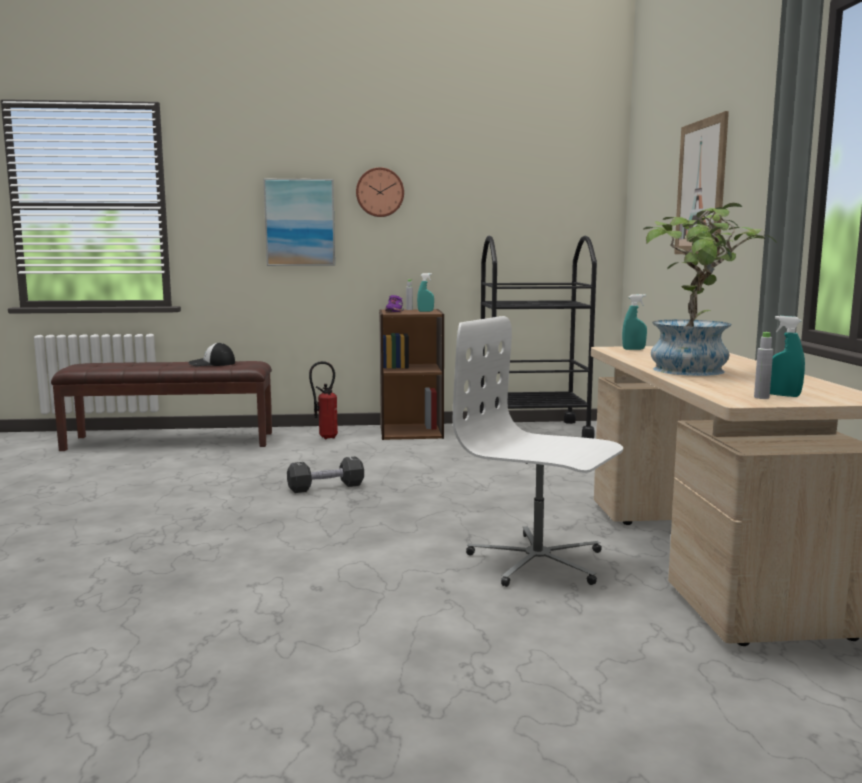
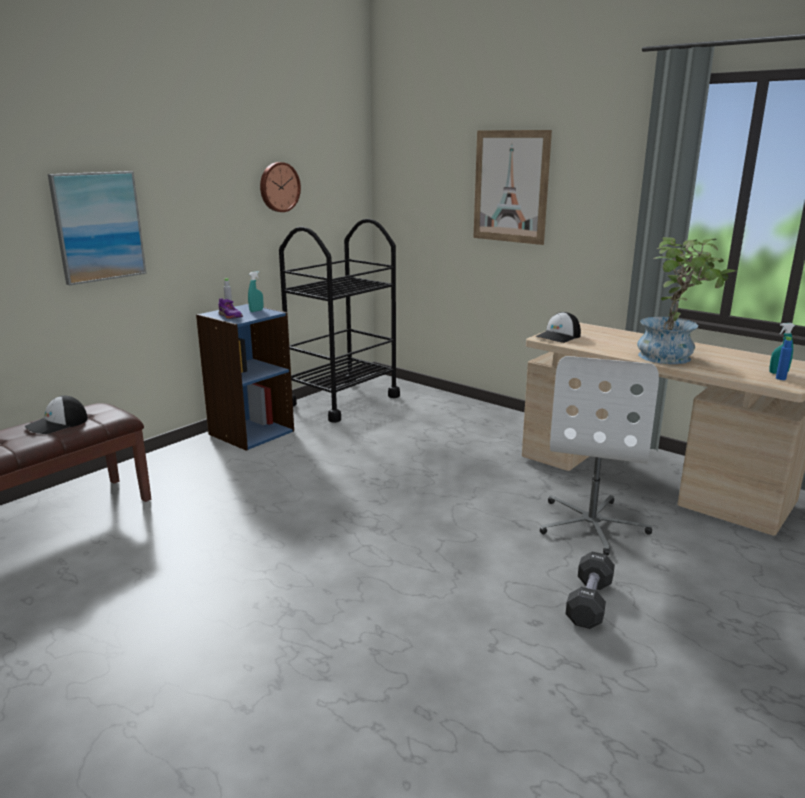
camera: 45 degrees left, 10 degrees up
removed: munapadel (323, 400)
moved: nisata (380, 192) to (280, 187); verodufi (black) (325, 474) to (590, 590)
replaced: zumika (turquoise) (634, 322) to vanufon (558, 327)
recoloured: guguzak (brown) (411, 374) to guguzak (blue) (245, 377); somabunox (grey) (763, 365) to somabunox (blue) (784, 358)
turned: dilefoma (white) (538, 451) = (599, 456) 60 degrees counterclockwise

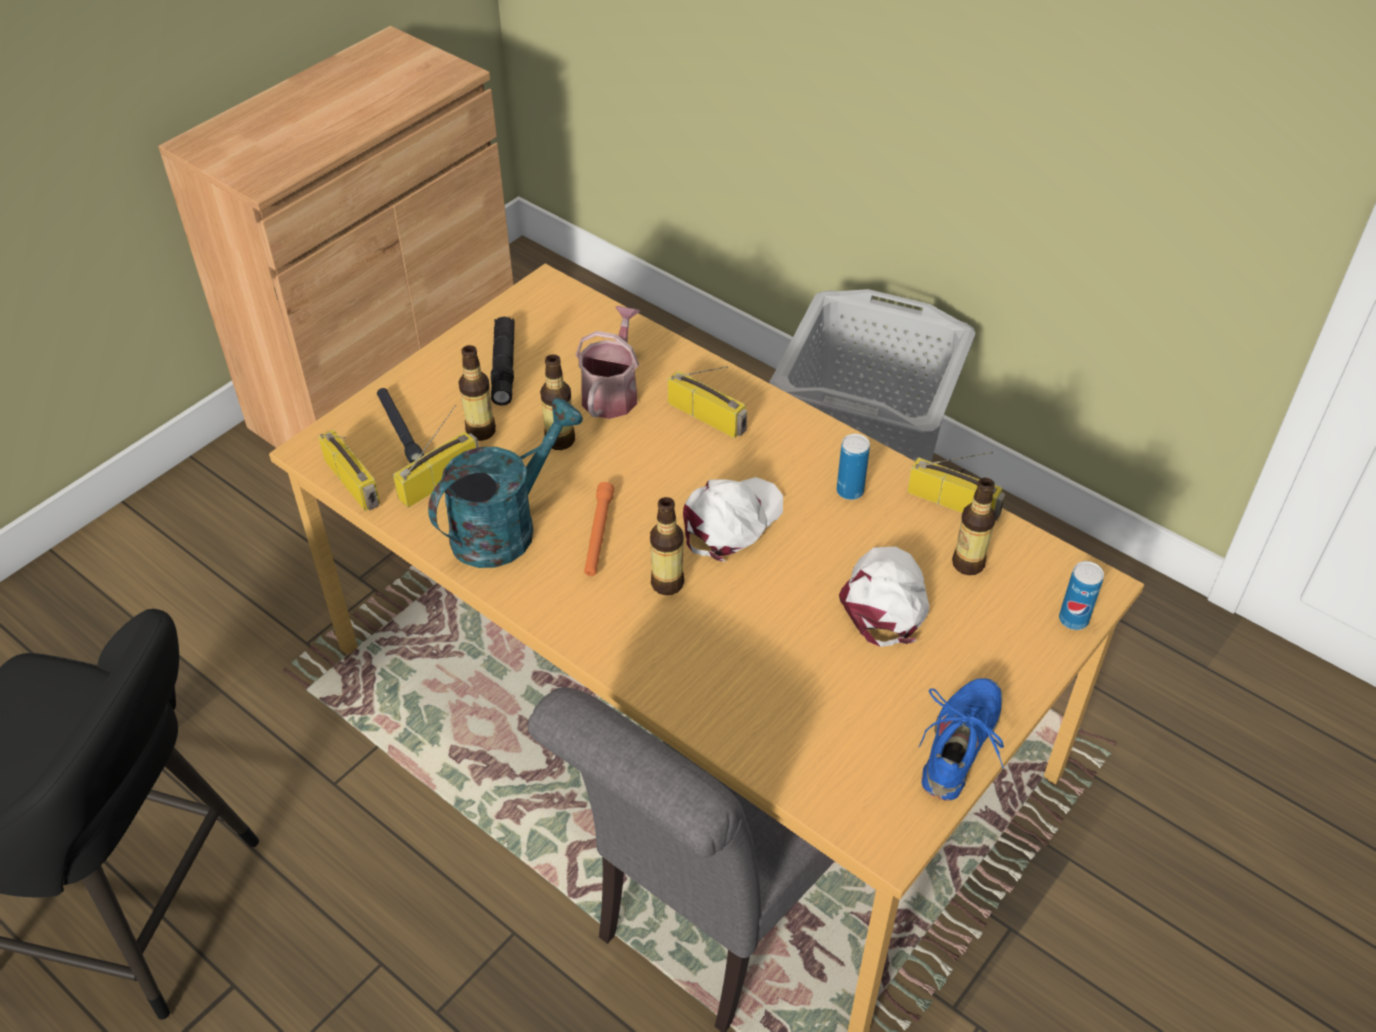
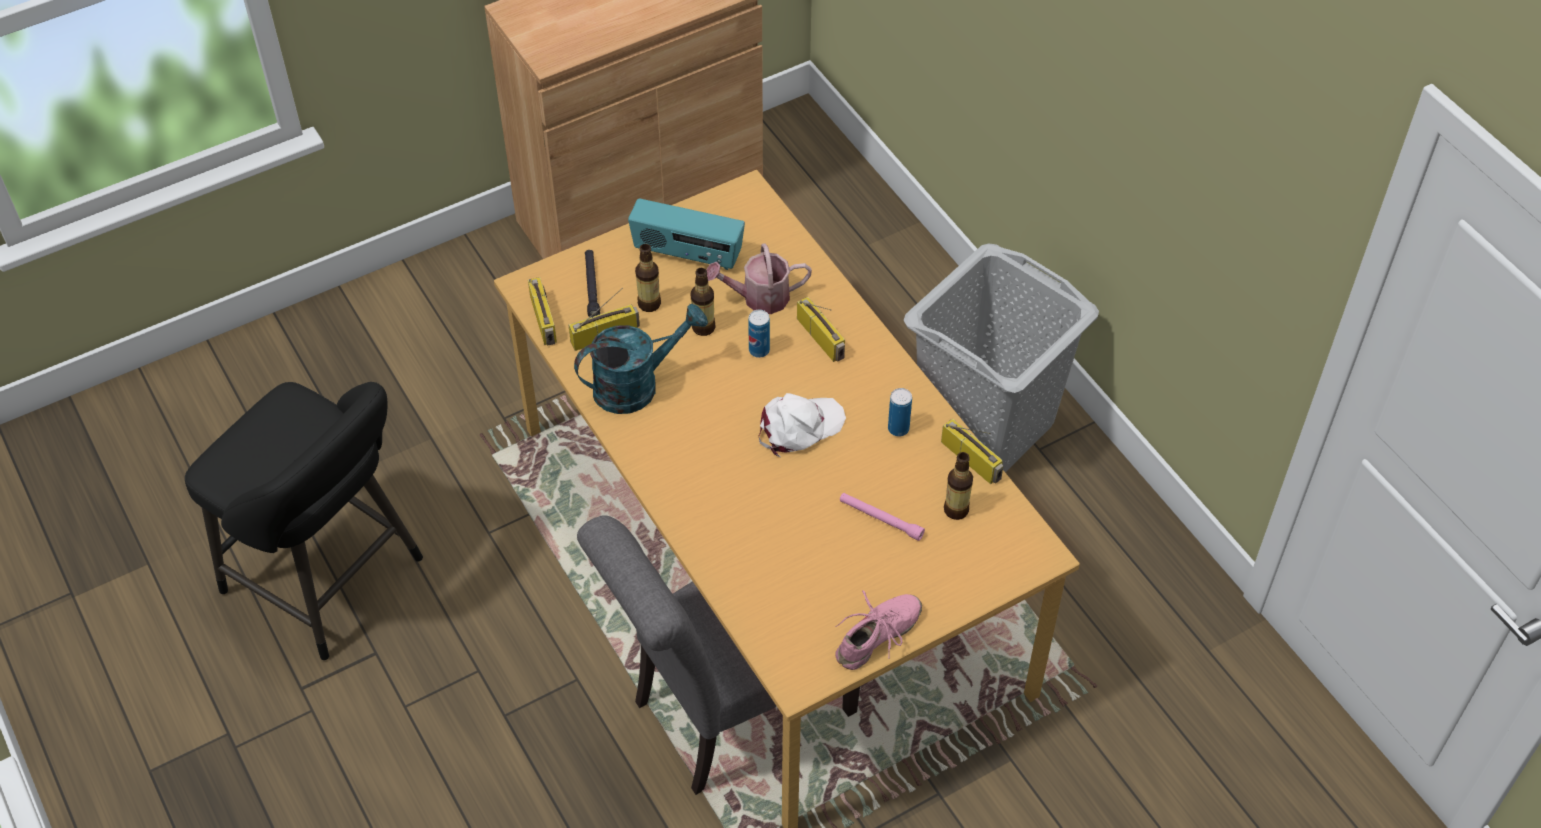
camera: 20 degrees right, 5 degrees up
removed: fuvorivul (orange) (599, 529); somabunox (667, 546)
moved: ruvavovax (1081, 595) to (759, 334)
replaced: fuvorivul (black) (503, 361) to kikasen (686, 234); vanufon (white) (884, 597) to fuvorivul (pink) (882, 517)
recoloured: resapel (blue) (961, 739) to resapel (pink) (878, 630)
turned: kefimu (608, 362) = (759, 278) 135 degrees counterclockwise

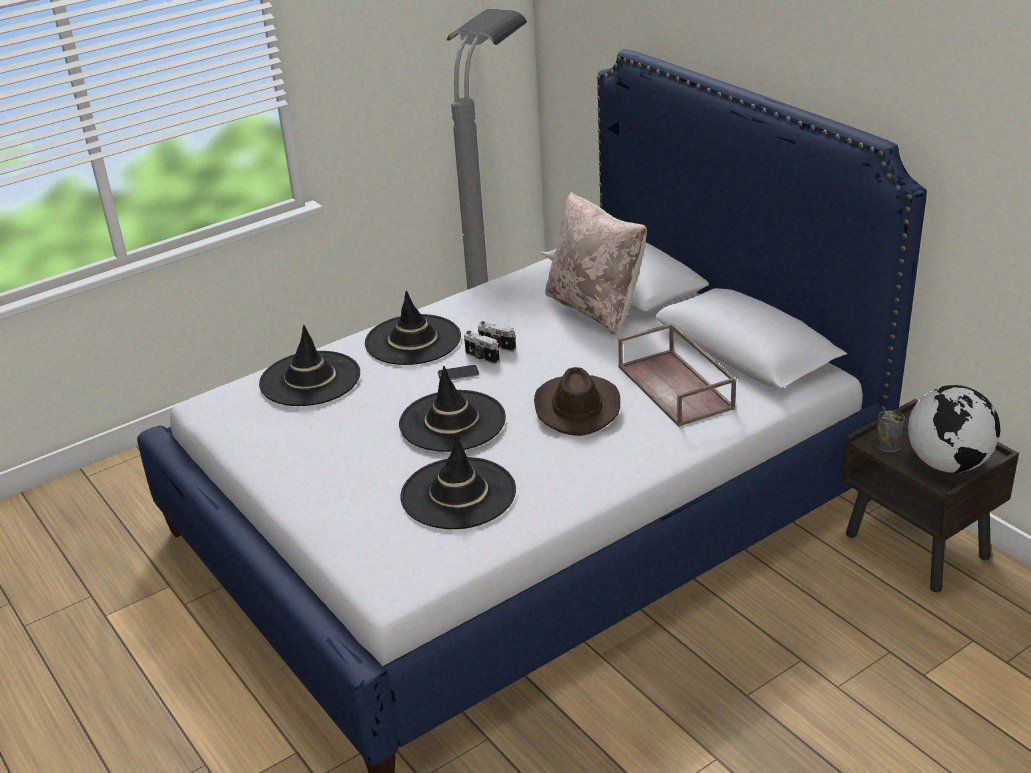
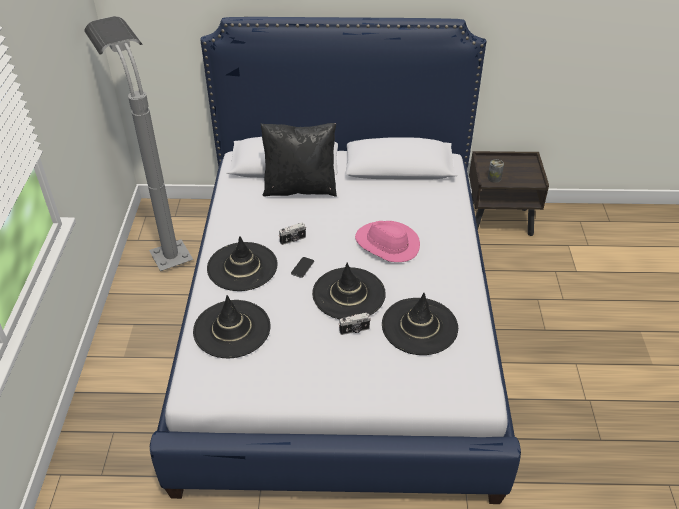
camera: 55 degrees left, 10 degrees up
removed: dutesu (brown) (677, 375); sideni (954, 429)
moved: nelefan (482, 347) to (355, 324)
recoloured: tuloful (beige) (596, 264) to tuloful (black) (299, 160); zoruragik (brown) (577, 401) to zoruragik (pink) (387, 241)

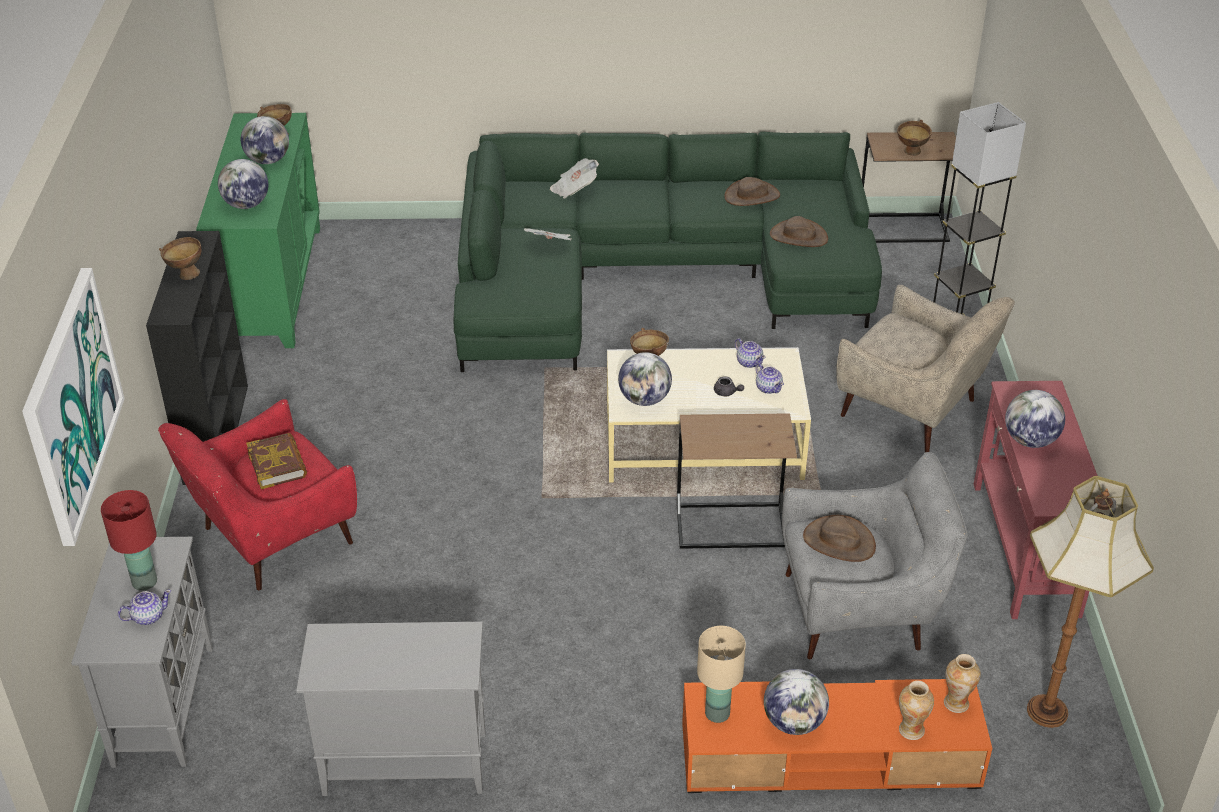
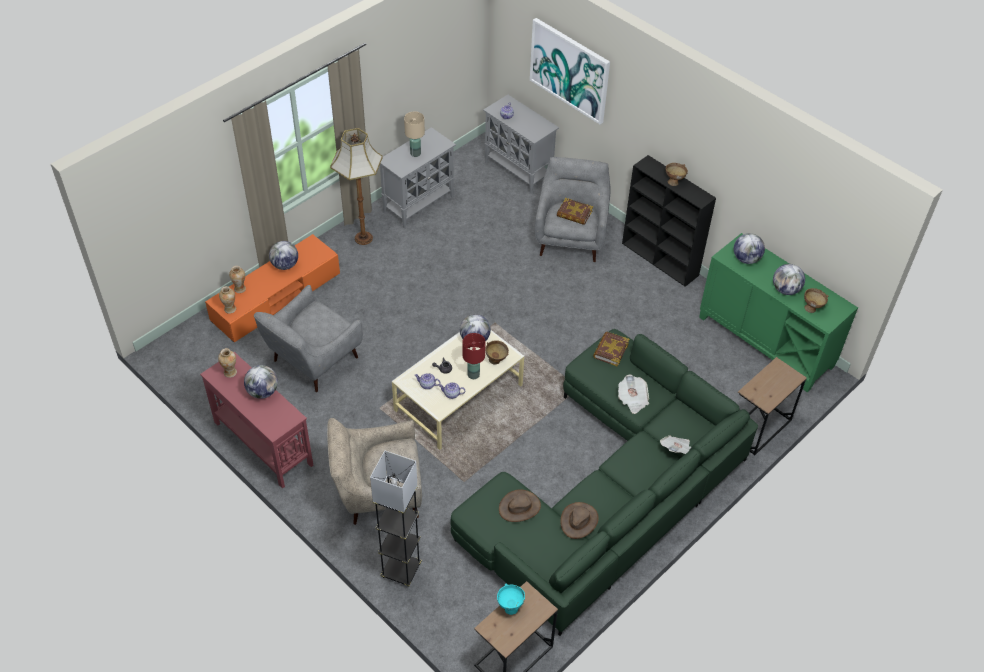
camera: 135 degrees right, 10 degrees up
removed: zoruragik (brown) (839, 538)
added: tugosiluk (611, 349); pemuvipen (227, 363)
moved: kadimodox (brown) (737, 481) to (772, 406); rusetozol (1090, 602) to (356, 186); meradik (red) (129, 540) to (474, 356); meradik (beige) (721, 674) to (414, 134)
recoloured: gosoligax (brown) (914, 138) to gosoligax (turquoise) (511, 599); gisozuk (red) (257, 494) to gisozuk (grey) (573, 209)

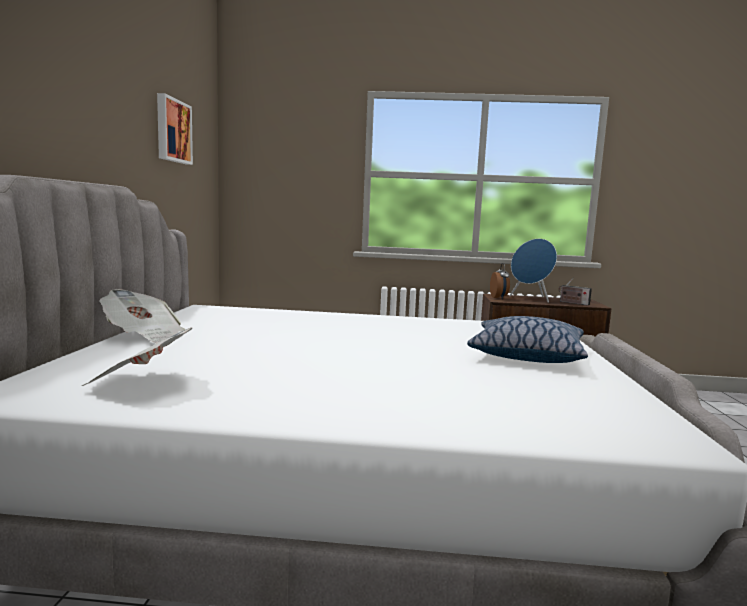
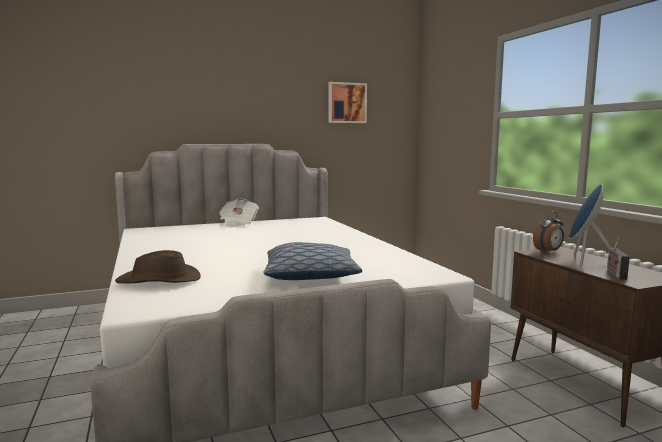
camera: 65 degrees right, 0 degrees up
removed: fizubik (137, 356)
added: zoruragik (brown) (158, 267)

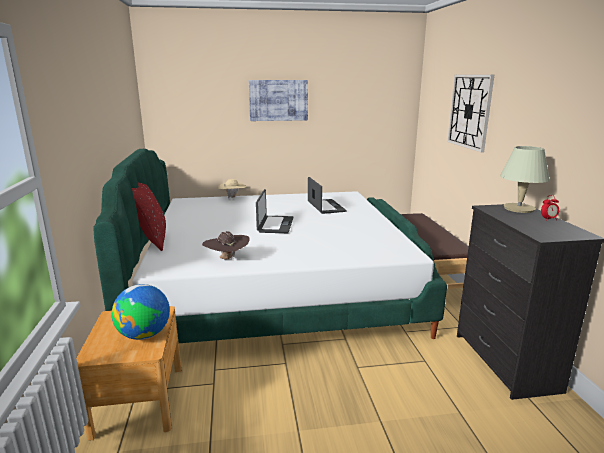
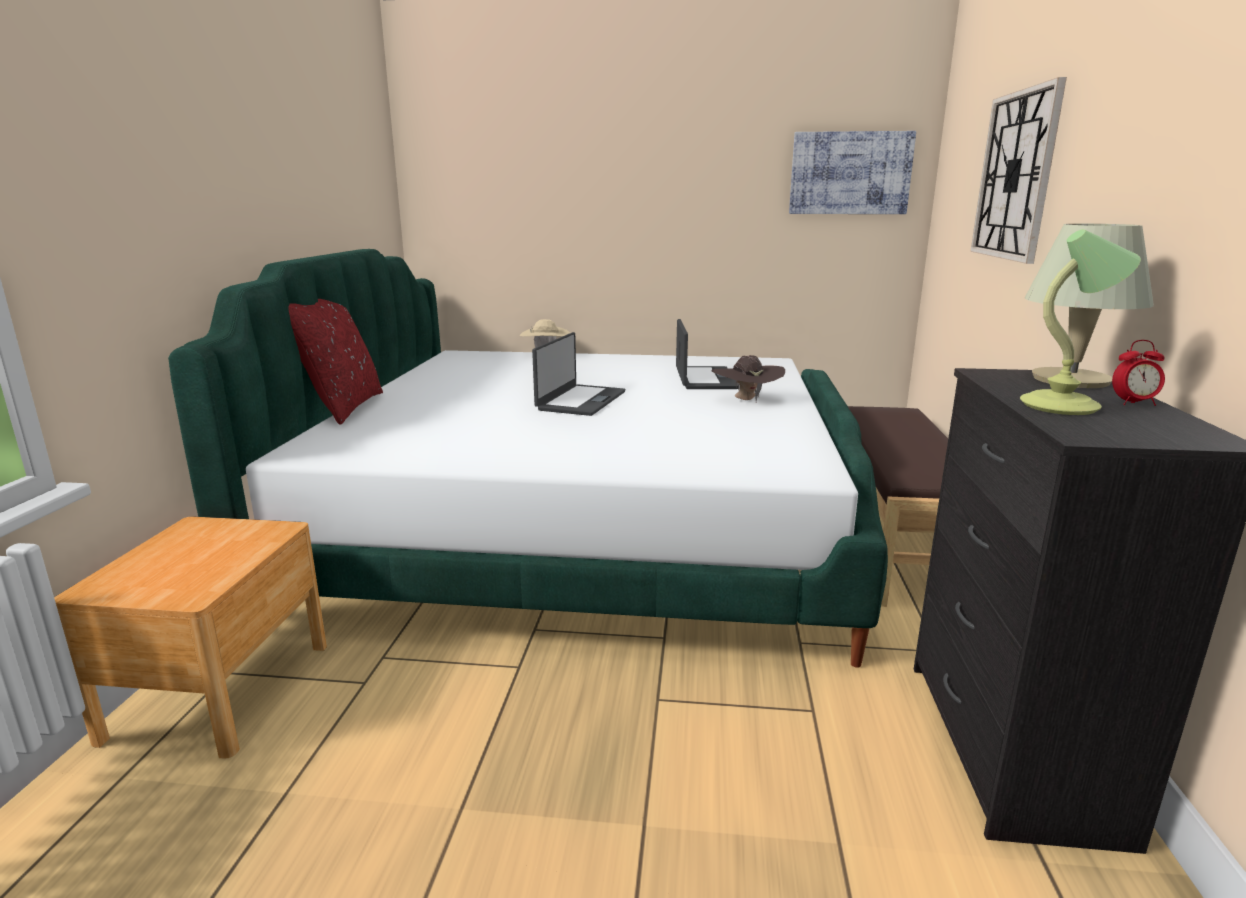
camera: 15 degrees right, 0 degrees up
removed: sideni (141, 312)
added: meradik (1080, 322)
moved: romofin (278, 100) to (852, 172); zoruragik (brown) (226, 245) to (748, 378)

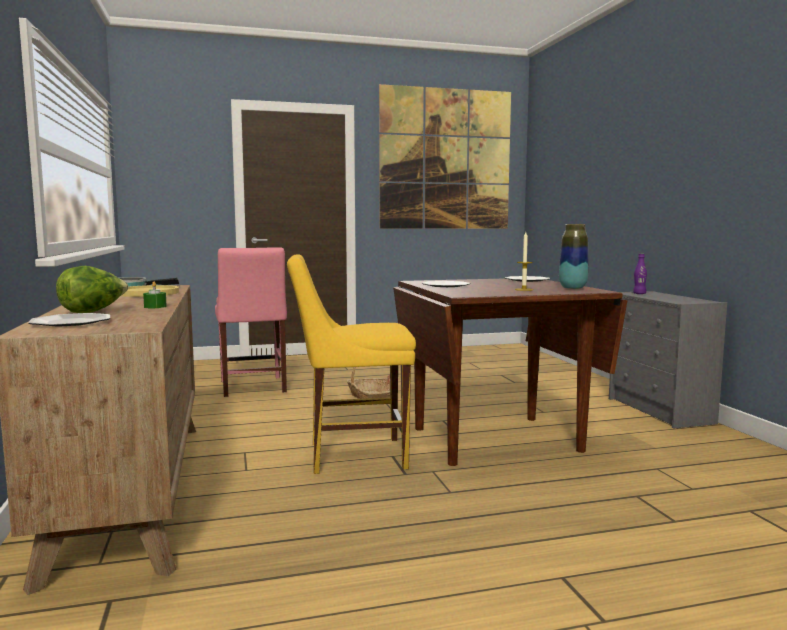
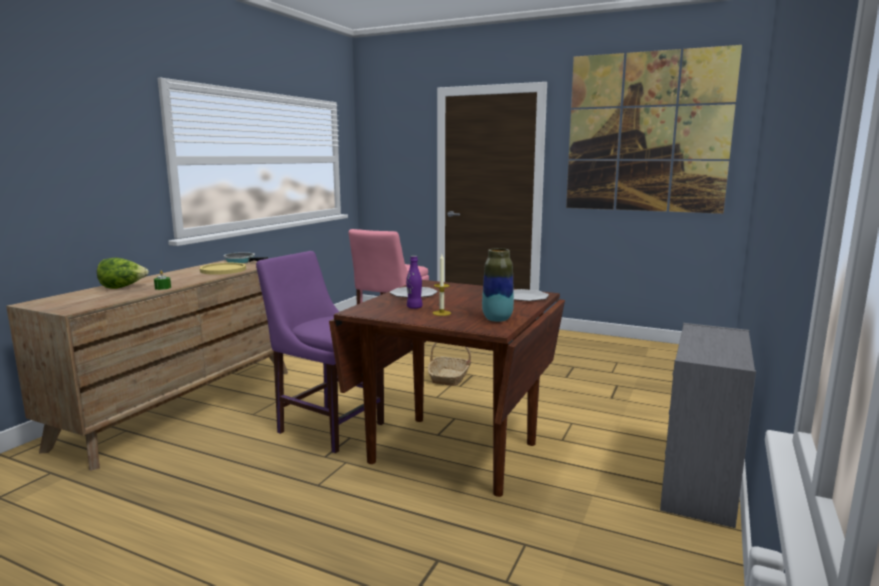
camera: 40 degrees right, 5 degrees up
removed: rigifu (69, 319)
moved: somabunox (purple) (640, 274) to (414, 282)
recoloured: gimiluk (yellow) (351, 364) to gimiluk (purple) (320, 352)

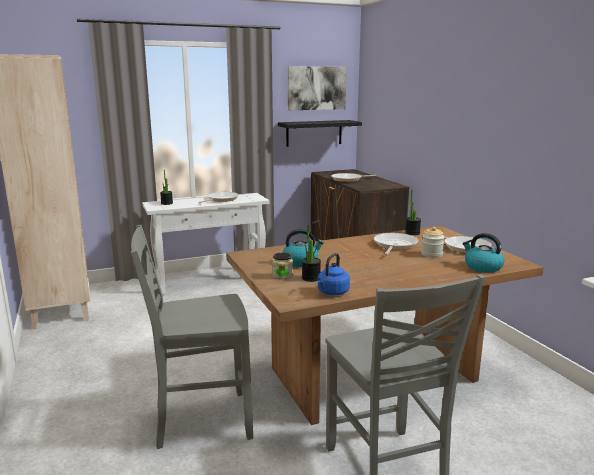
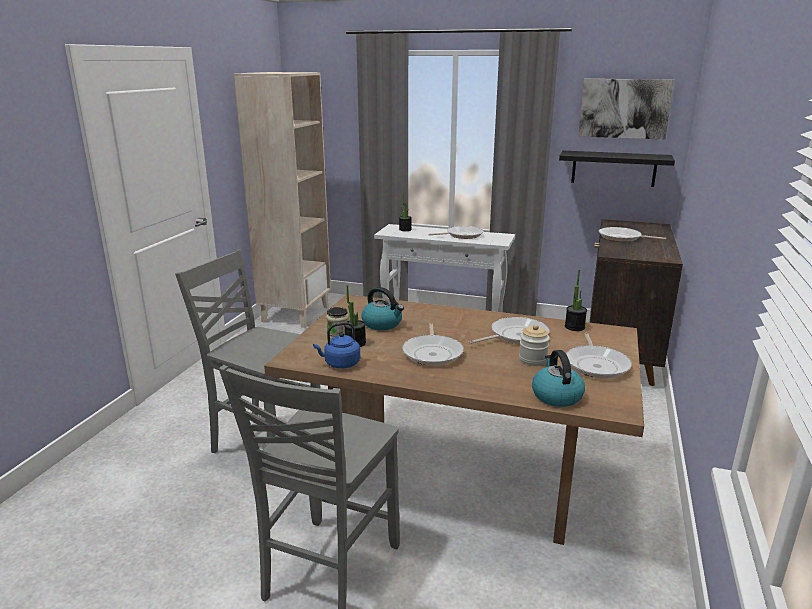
camera: 40 degrees right, 5 degrees up
added: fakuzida (433, 344)

